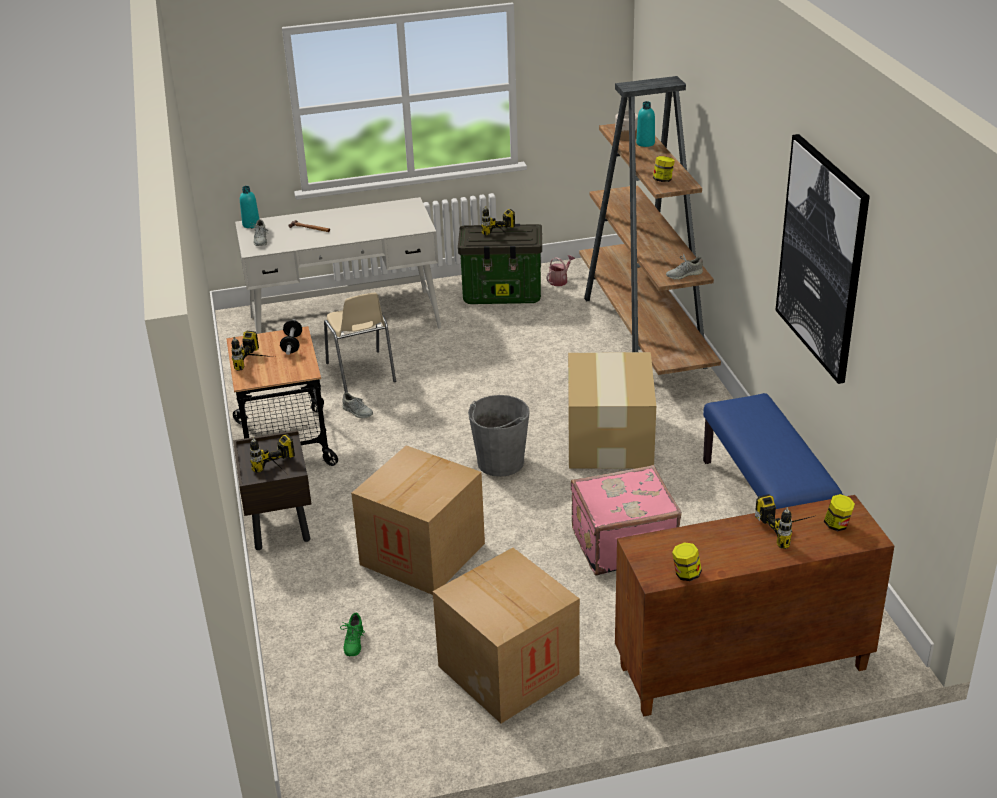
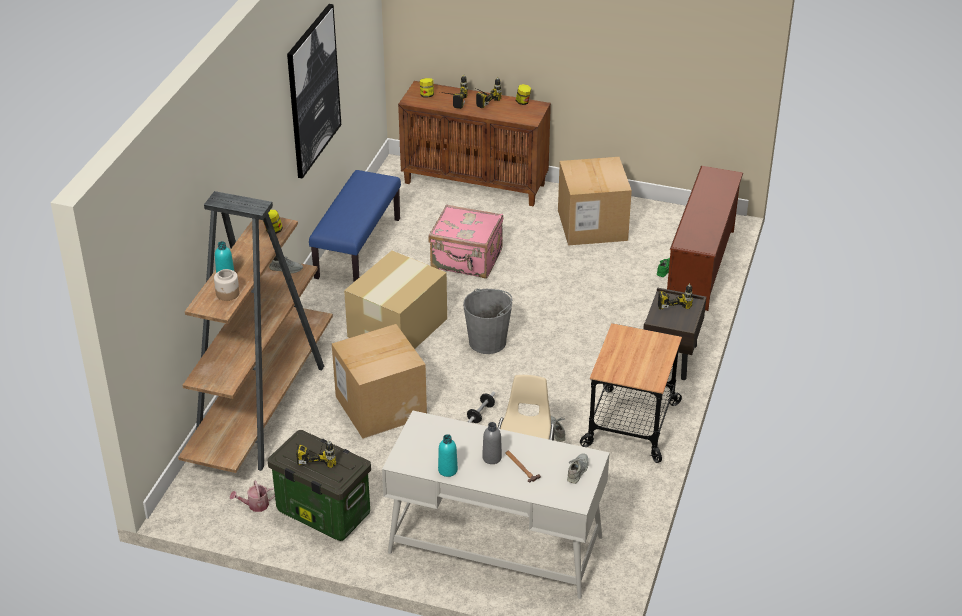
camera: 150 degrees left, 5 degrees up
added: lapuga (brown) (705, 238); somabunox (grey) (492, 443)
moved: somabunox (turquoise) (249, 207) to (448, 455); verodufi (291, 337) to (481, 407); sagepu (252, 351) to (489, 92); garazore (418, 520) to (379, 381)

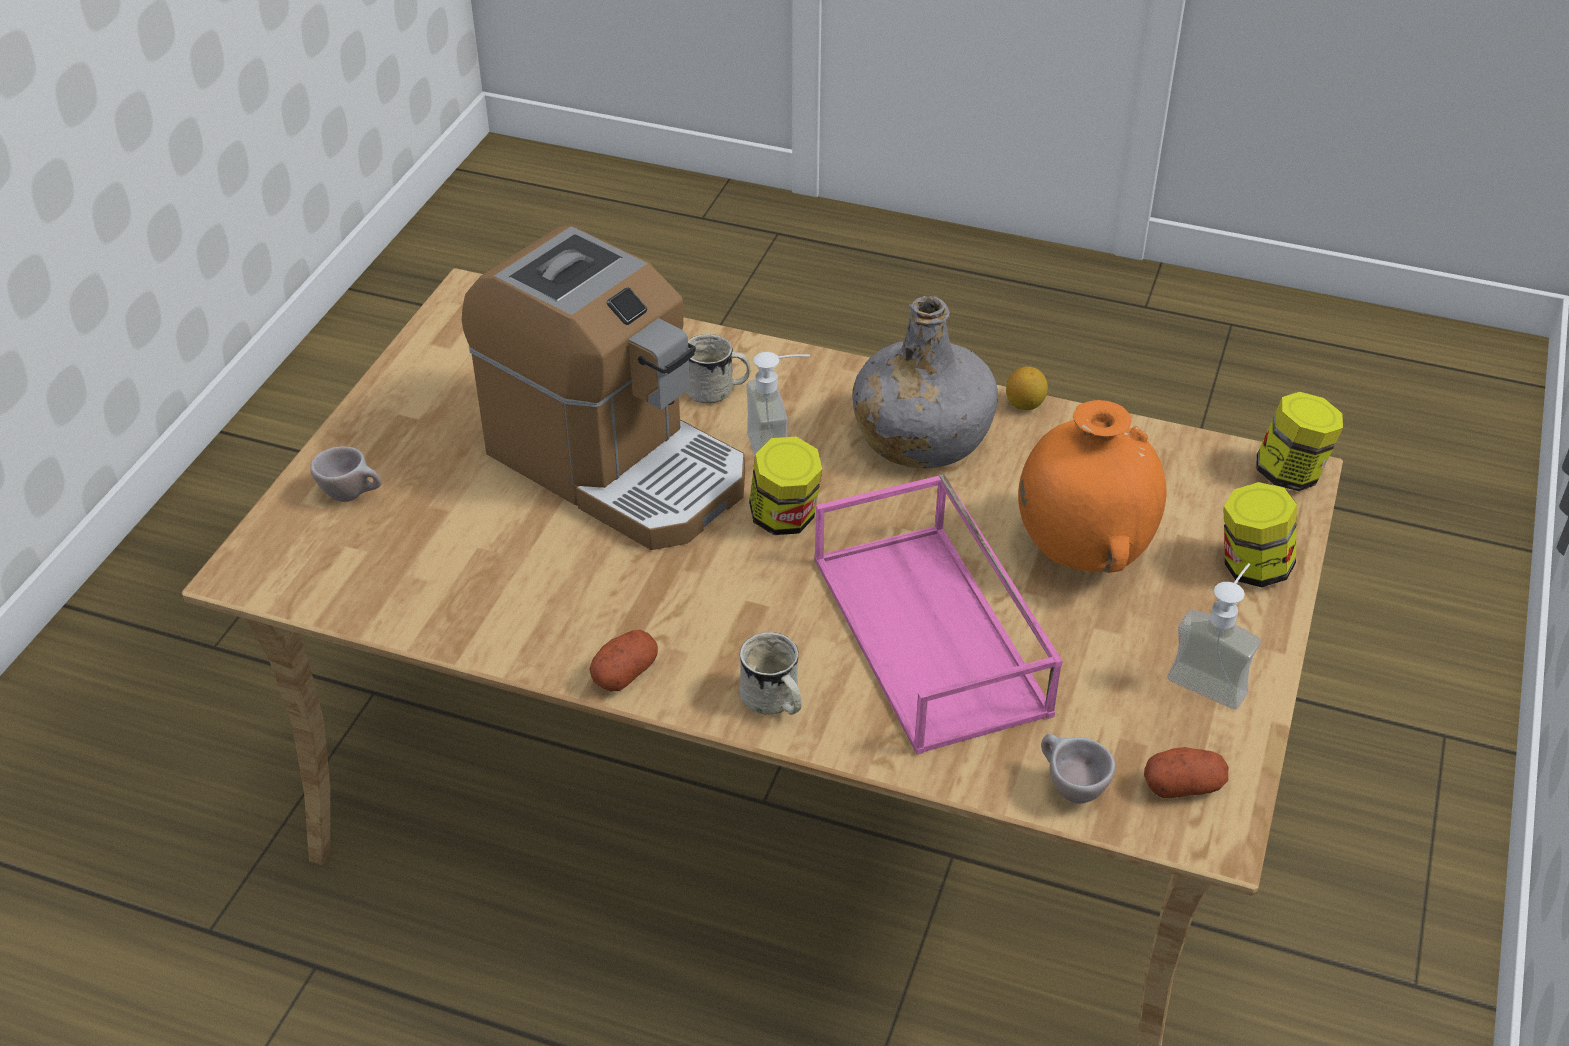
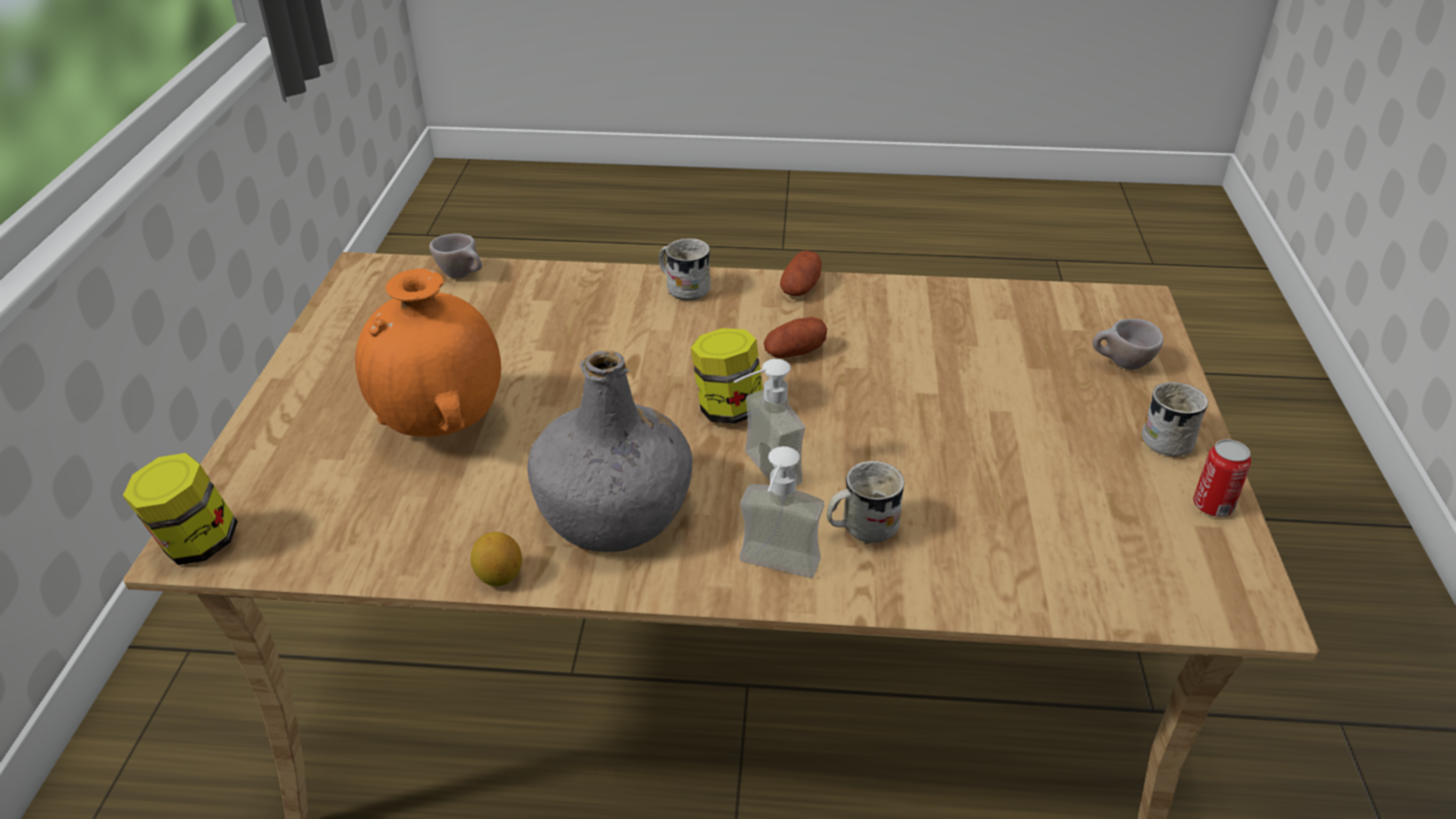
camera: 165 degrees right, 5 degrees down
removed: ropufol (603, 388); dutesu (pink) (938, 614); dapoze (1260, 534)
added: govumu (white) (1175, 419); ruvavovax (1222, 478)
moved: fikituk (1214, 636) to (782, 512); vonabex (1186, 772) to (795, 337)

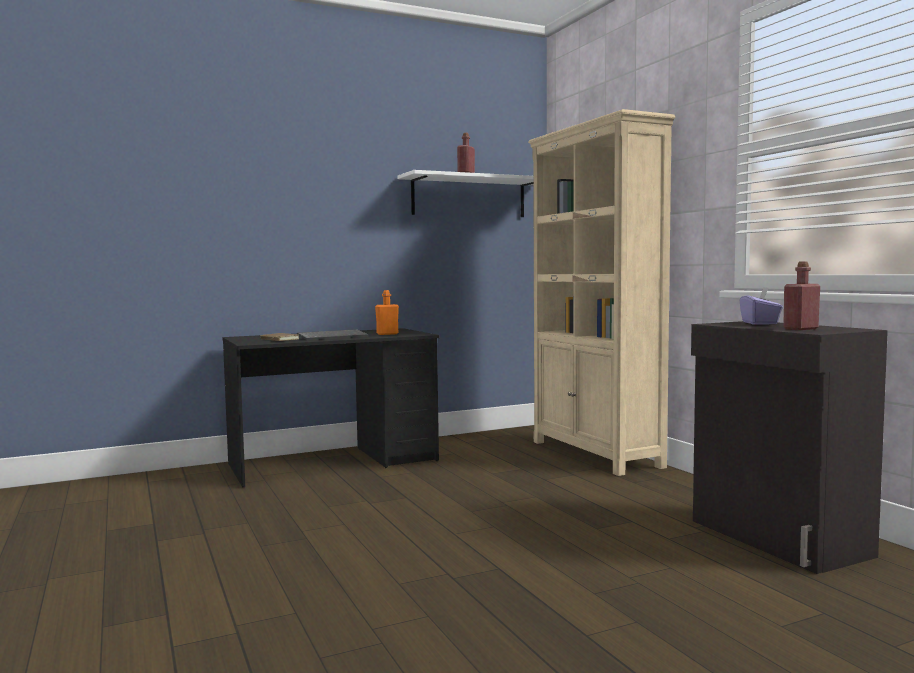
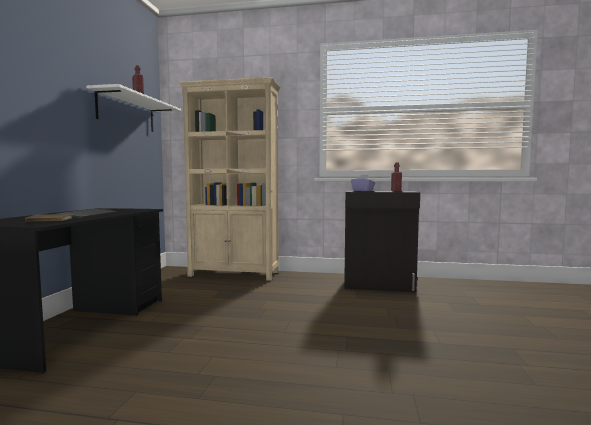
camera: 55 degrees left, 0 degrees up
removed: somabunox (orange) (387, 312)

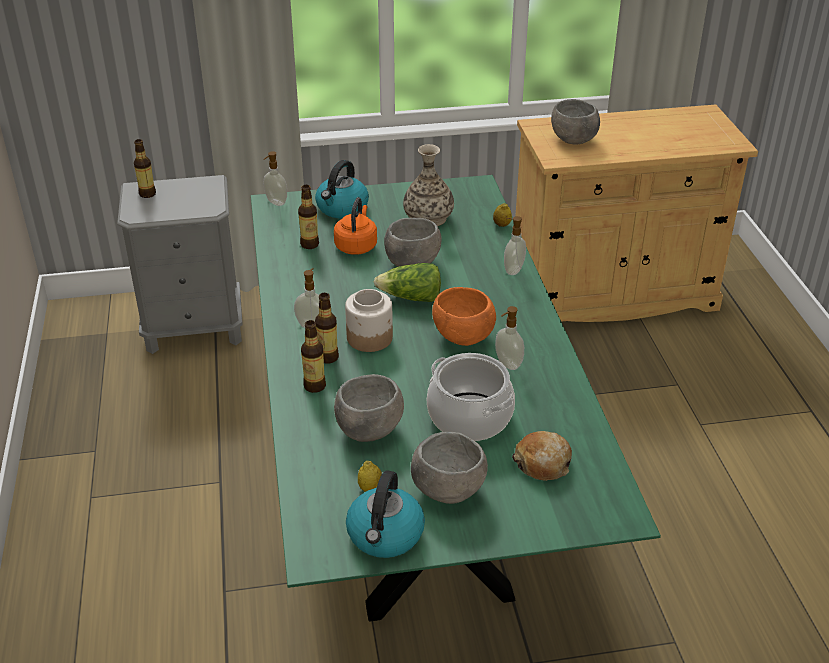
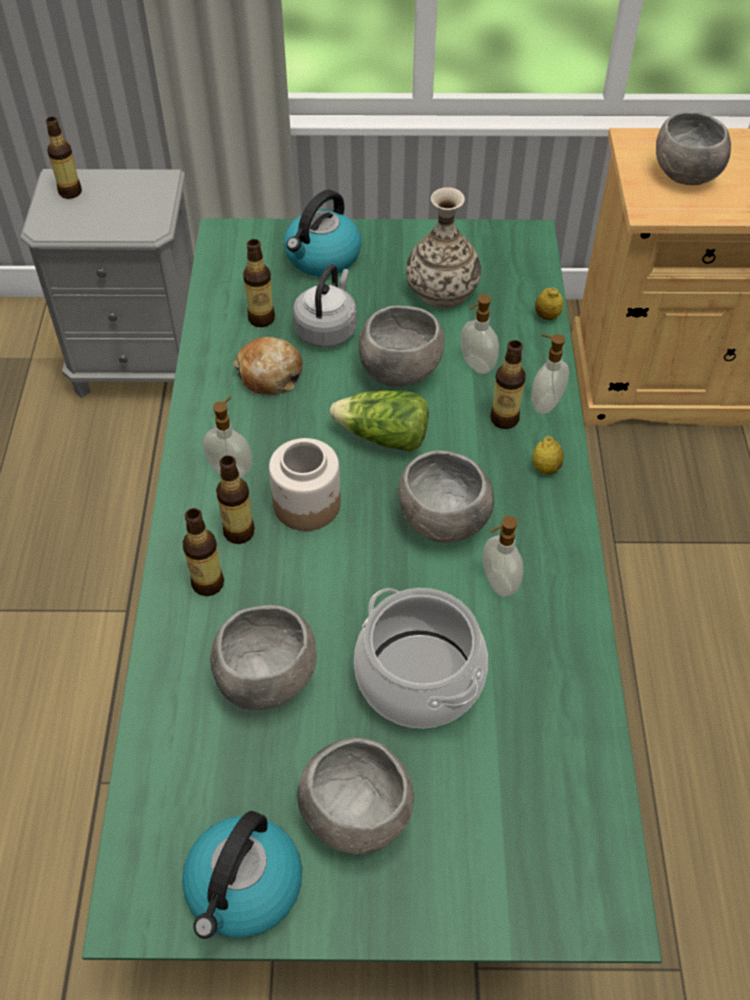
camera: 10 degrees right, 15 degrees up
added: somabunox (508, 384)
moved: fikituk (275, 178) to (480, 334); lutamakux (542, 456) to (268, 366); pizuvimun (370, 476) to (548, 455)
recoloured: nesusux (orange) (355, 226) to nesusux (grey) (325, 305); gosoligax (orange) (464, 316) to gosoligax (grey) (446, 496)

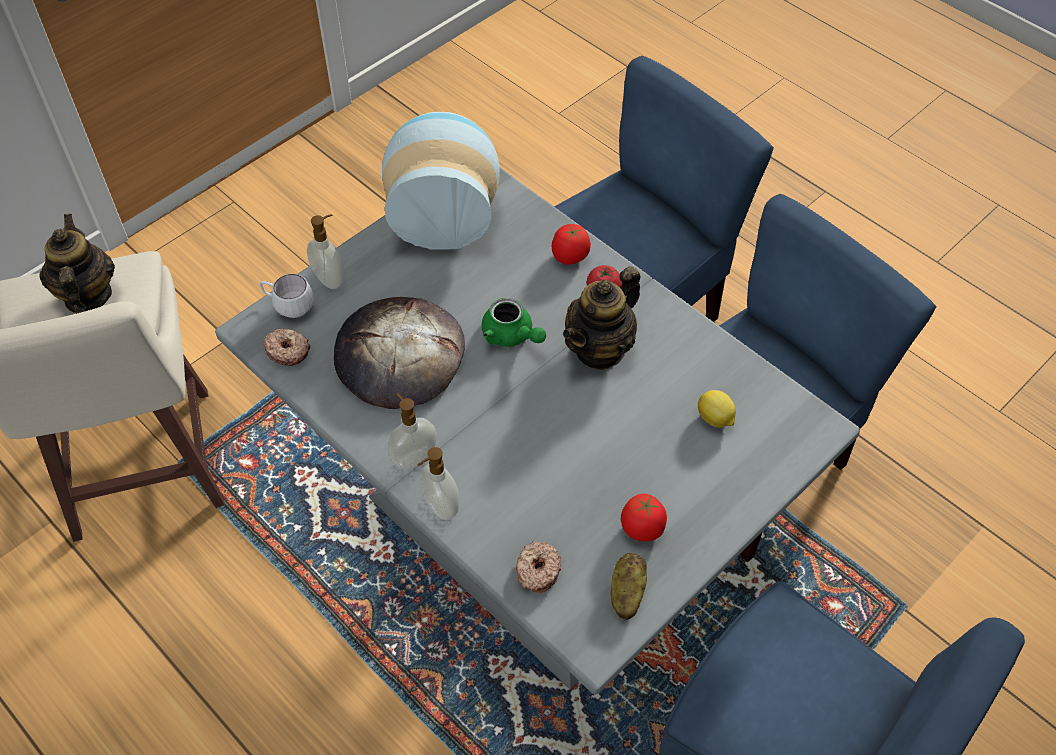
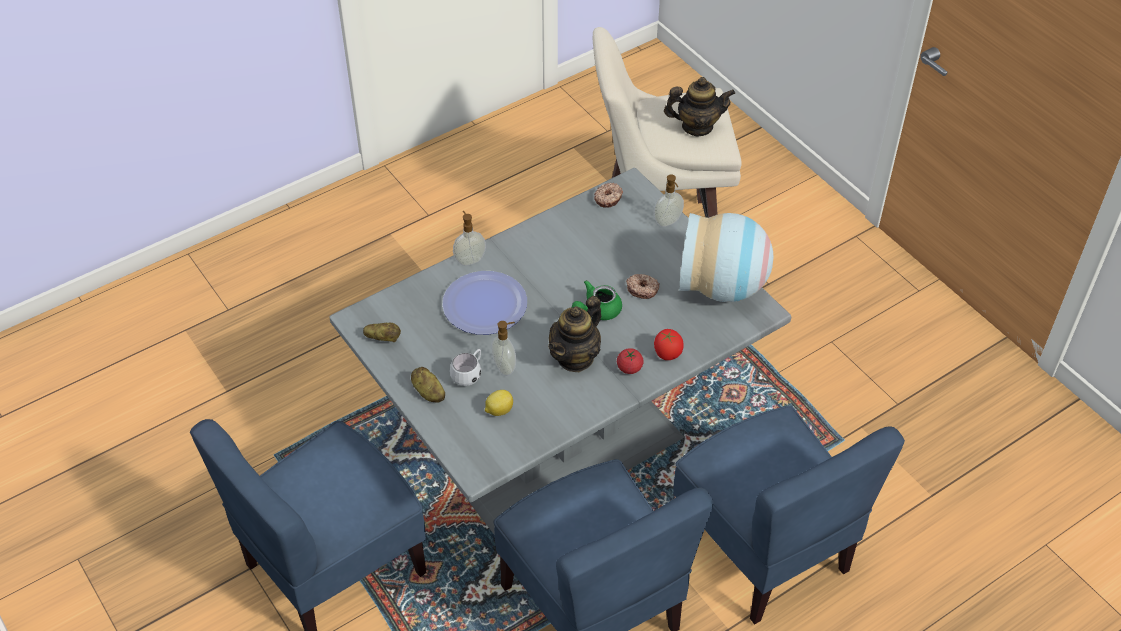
camera: 100 degrees right, 5 degrees down
removed: lutamakux (399, 353); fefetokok (644, 517)
added: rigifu (484, 303); vonabex (428, 384)
moved: govumu (white) (287, 296) to (465, 367); fikituk (412, 431) to (503, 348); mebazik (538, 567) to (643, 286)
turned: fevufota (601, 318) = (574, 334) 105 degrees counterclockwise

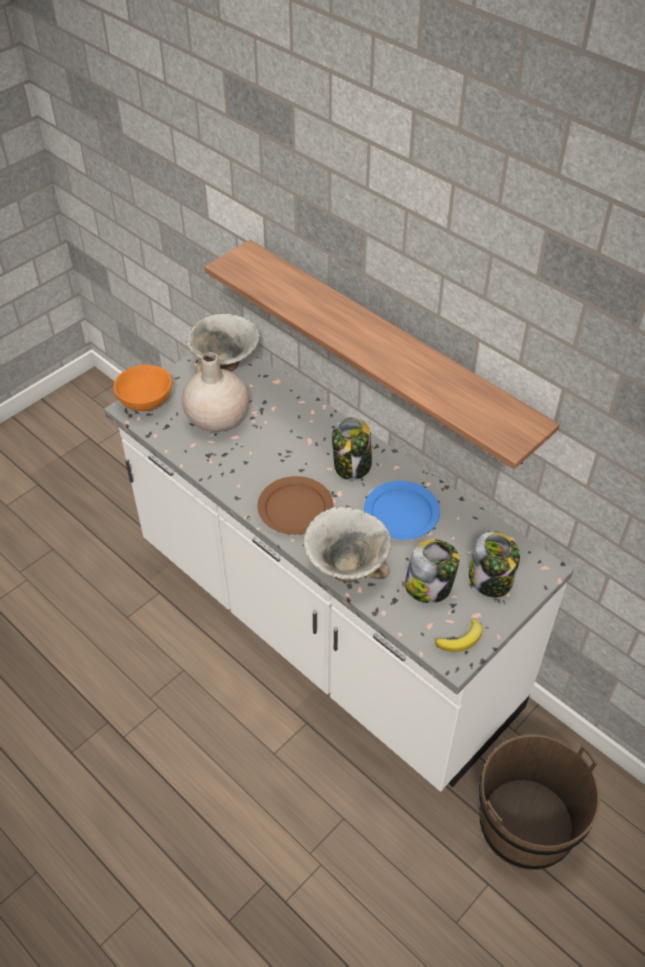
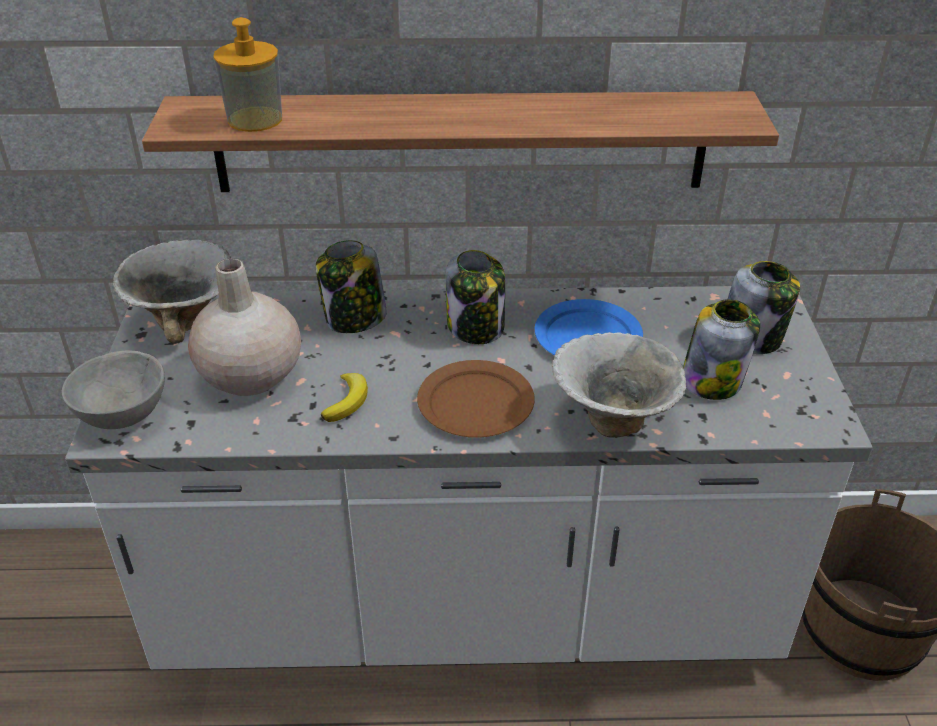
camera: 45 degrees left, 10 degrees down
added: fikituk (247, 74); dapoze (351, 286)
moved: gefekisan (458, 635) to (344, 397)
recoloured: gosoligax (orange) (142, 388) to gosoligax (grey) (113, 389)

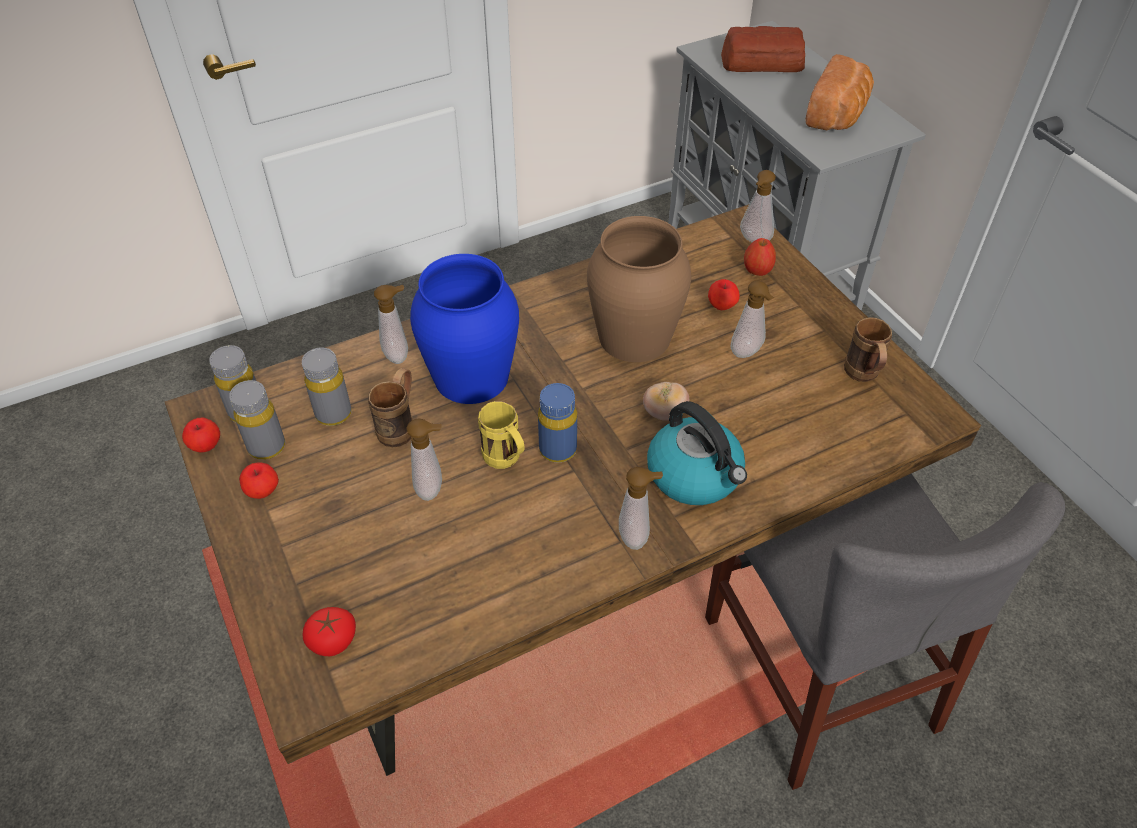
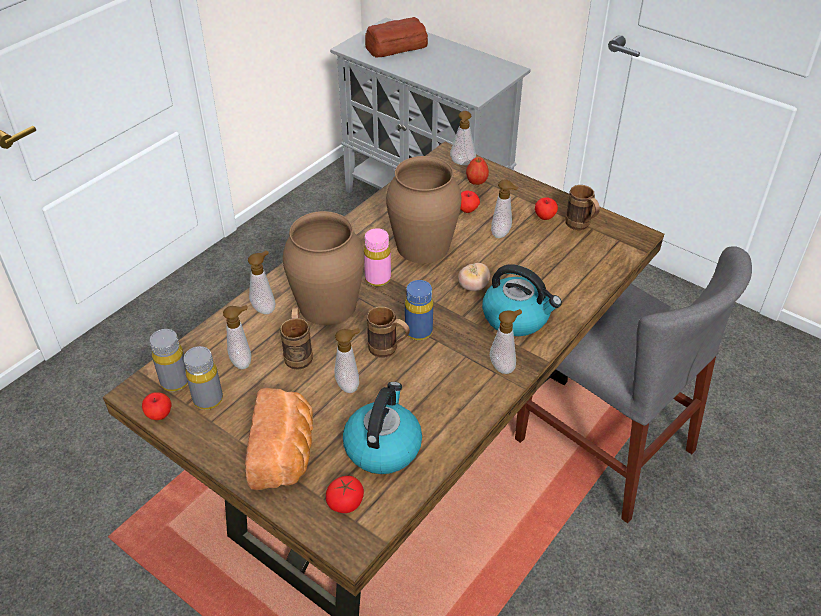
camera: 25 degrees left, 5 degrees down
added: somabunox (pink) (377, 257); nesusux (382, 428)
moved: lutamakux (839, 92) to (279, 439); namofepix (259, 481) to (546, 208)
replaced: somabunox (grey) (327, 387) to fikituk (237, 337)
recoloured: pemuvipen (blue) (464, 329) to pemuvipen (brown) (323, 268); govumu (yellow) (501, 435) to govumu (brown) (388, 331)

